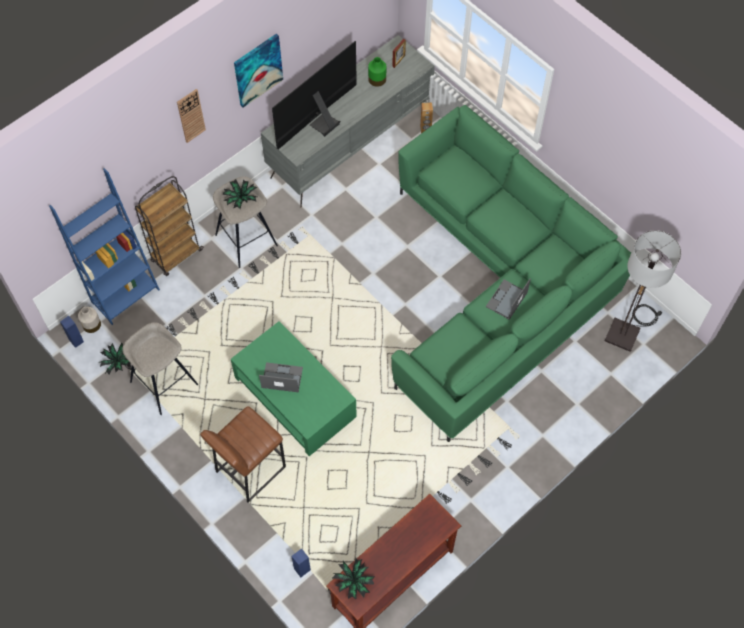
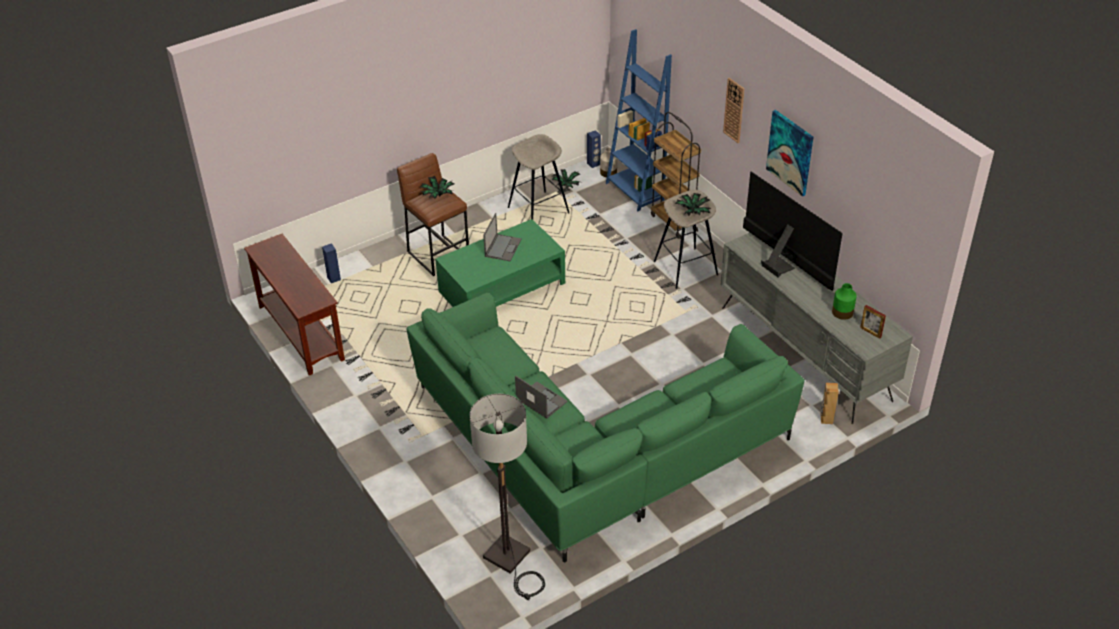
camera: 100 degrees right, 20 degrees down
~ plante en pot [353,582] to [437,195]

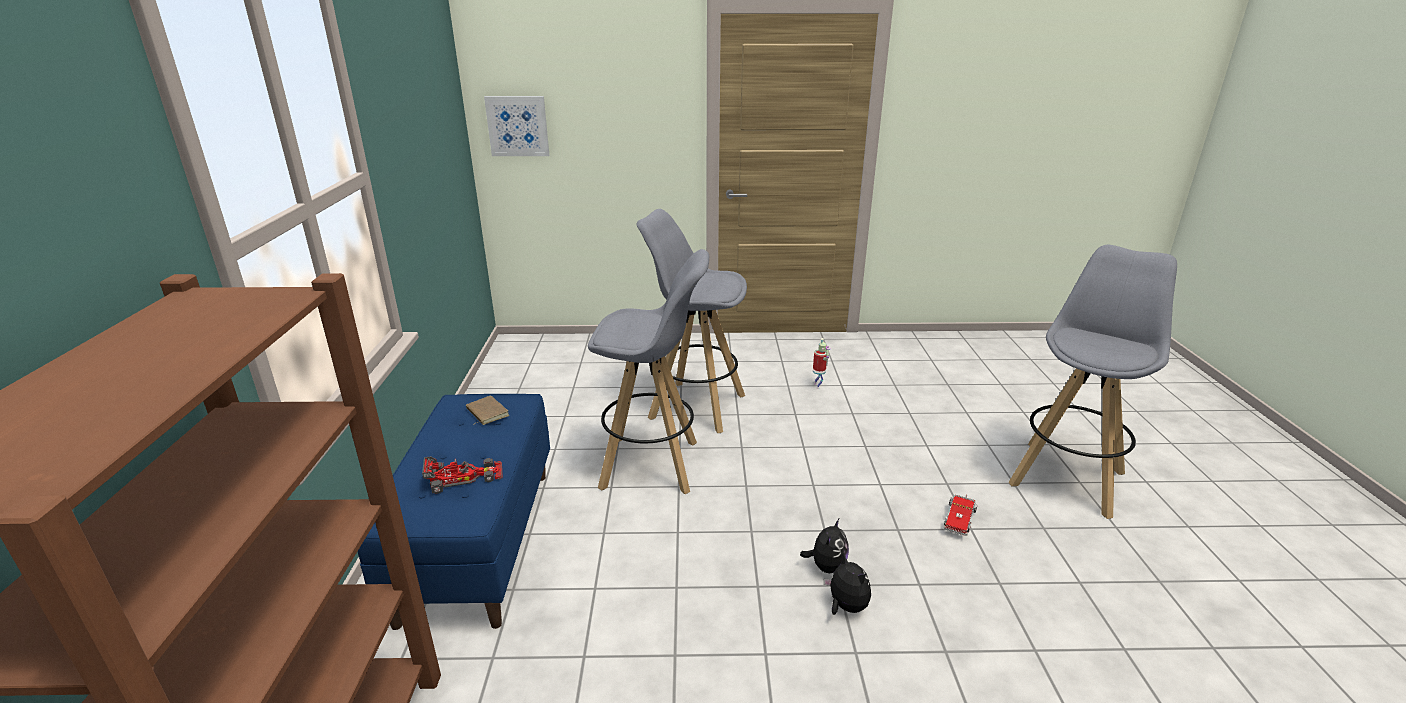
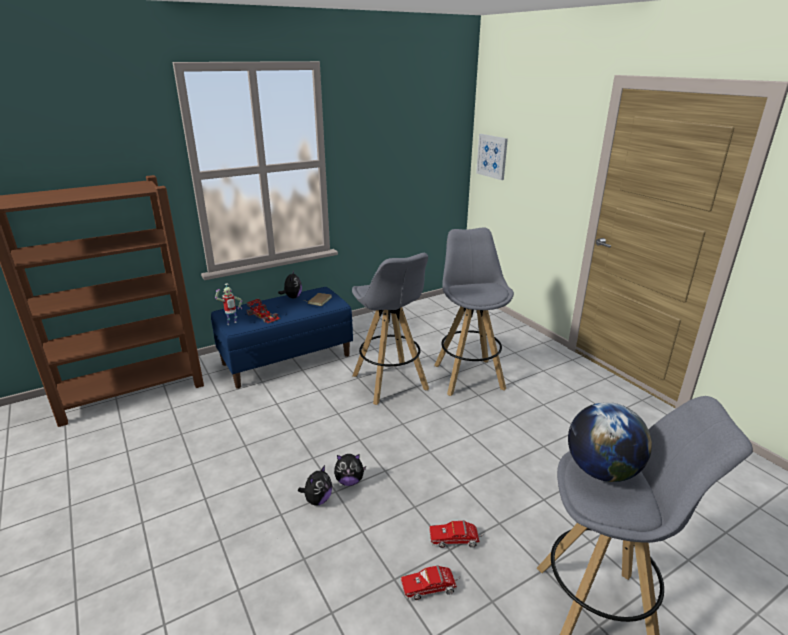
camera: 60 degrees right, 0 degrees up
~ robot jouet [818,386] to [232,324]
+ peluche [292,297]
+ camion jouet [431,587]
+ globe [601,471]

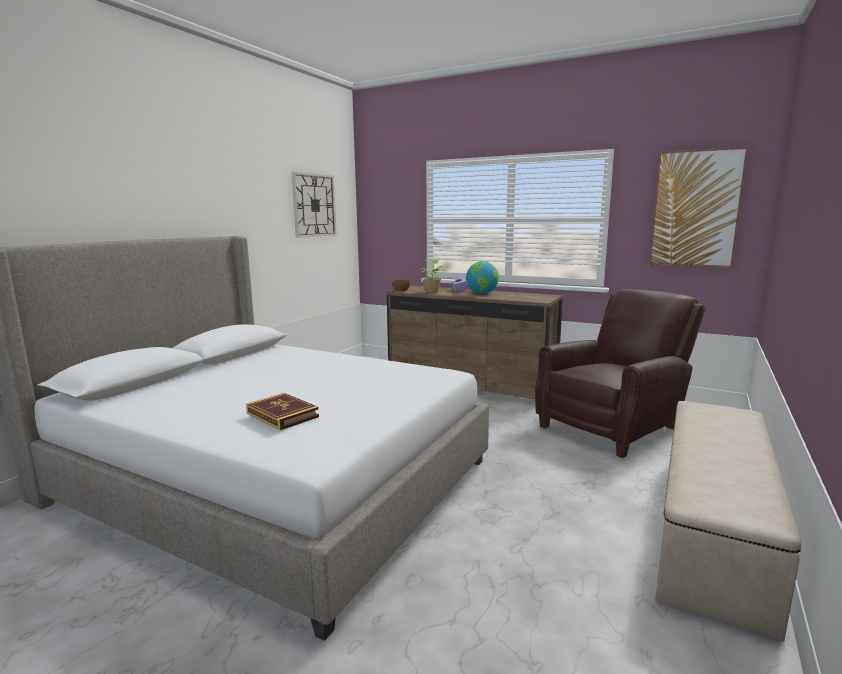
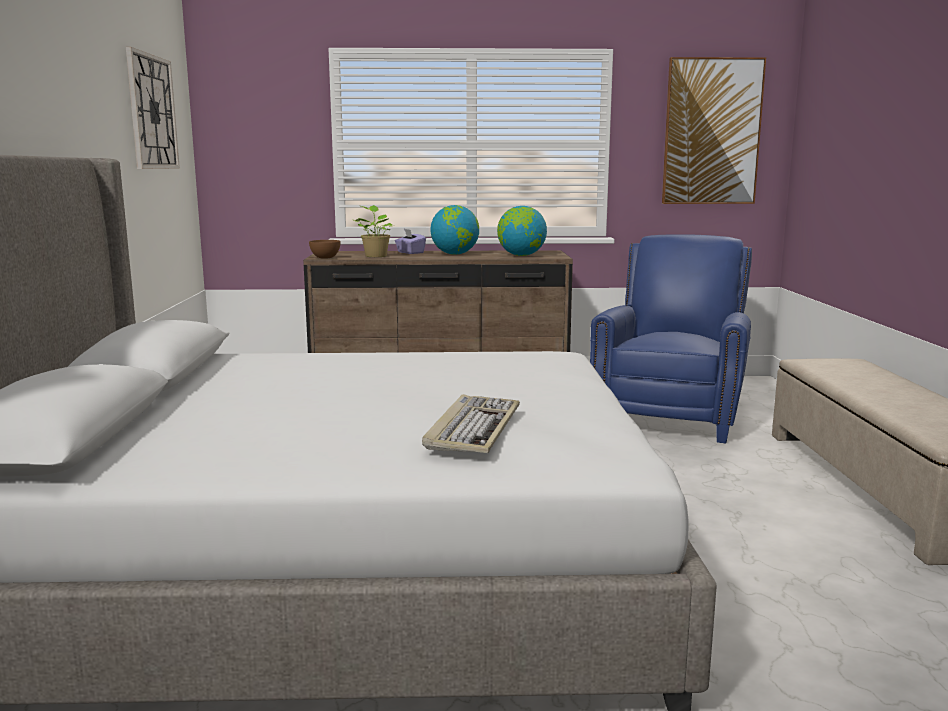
camera: 30 degrees left, 0 degrees up
~ livre [282,415] to clavier [473,428]
+ globe [521,255]
~ fauteuil [marron] [614,424] to fauteuil [bleu] [672,411]

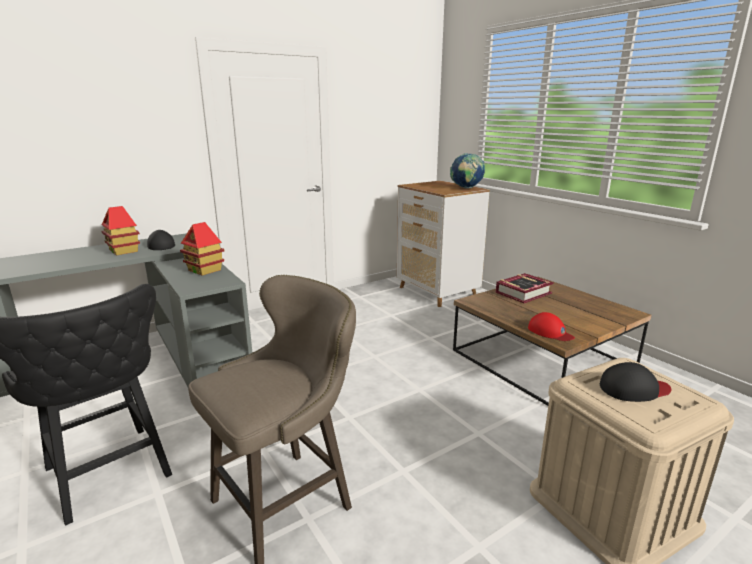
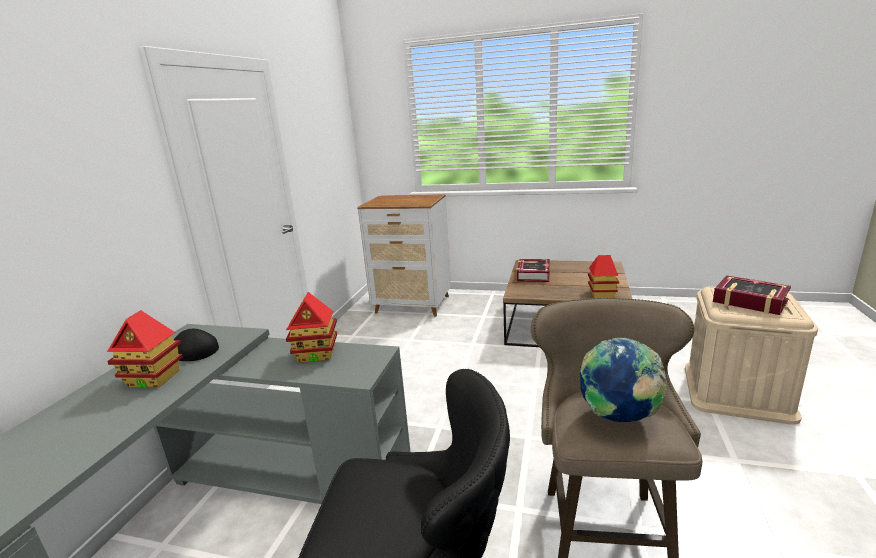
camera: 40 degrees left, 0 degrees up
~ globe [466,188] to [618,417]
~ casquette [rouge] [550,332] to maison miniature [601,294]
~ casquette [noir] [634,389] to livre [749,301]

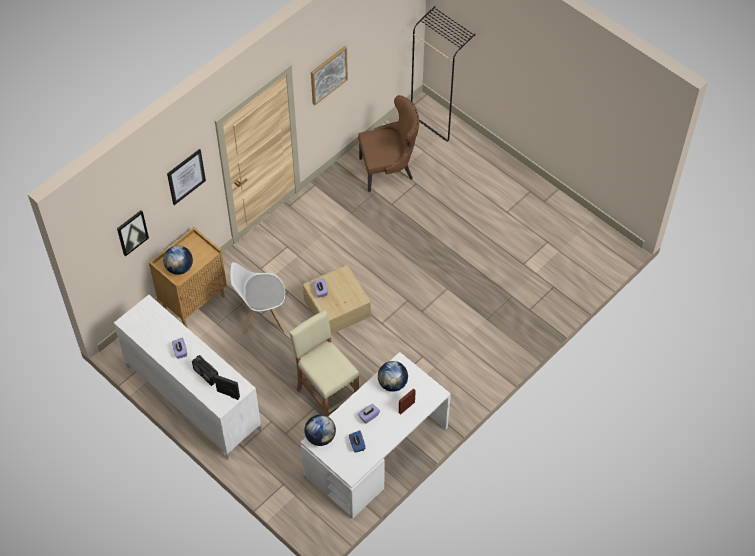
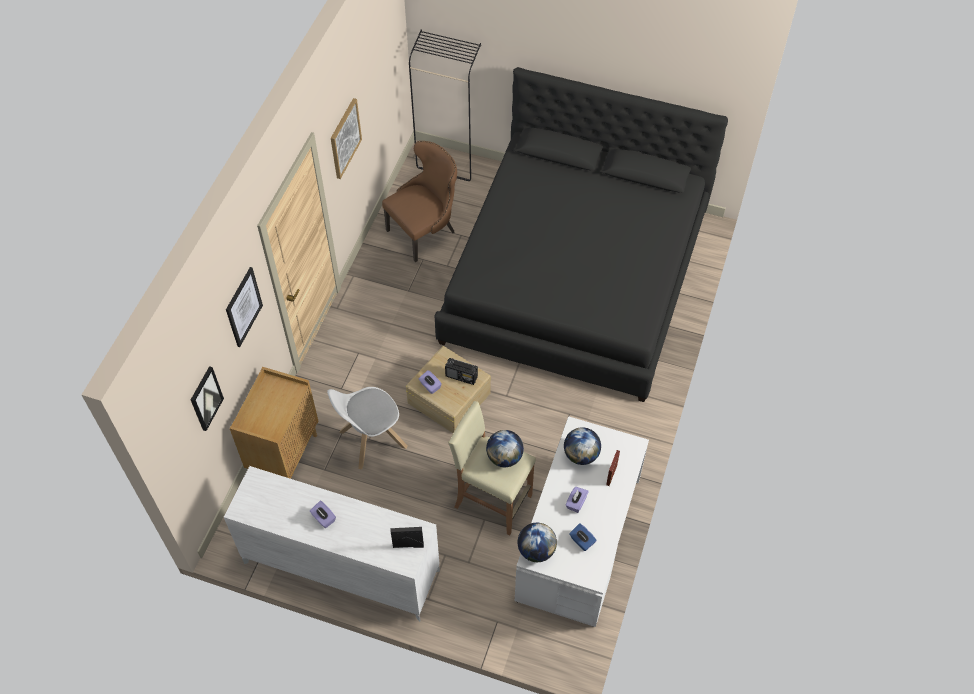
camera: 25 degrees left, 0 degrees up
+ lit [noir] [575,277]
~ radio [206,375] to [462,376]
~ globe [179,268] to [504,457]

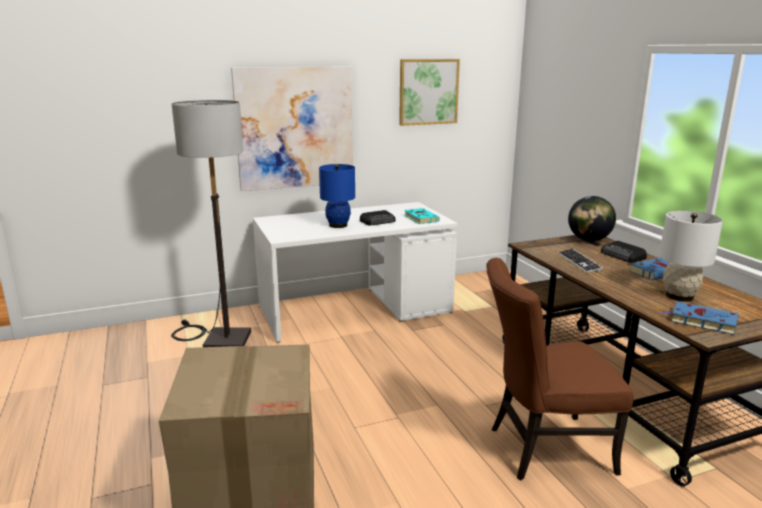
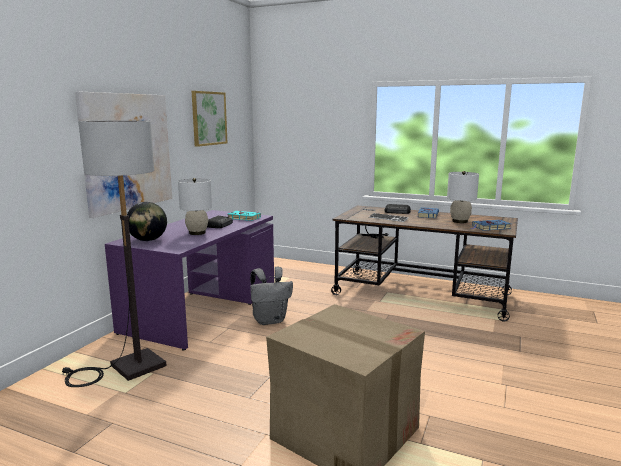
camera: 45 degrees left, 5 degrees down
~ bureau [blanc] [354,309] to bureau [violet] [202,308]
~ globe [589,240] to [148,240]
~ lampe de table [bleu] [338,225] to lampe de table [blanc] [197,233]
+ sac à dos [gris] [270,320]
- chaise [marron] [543,449]

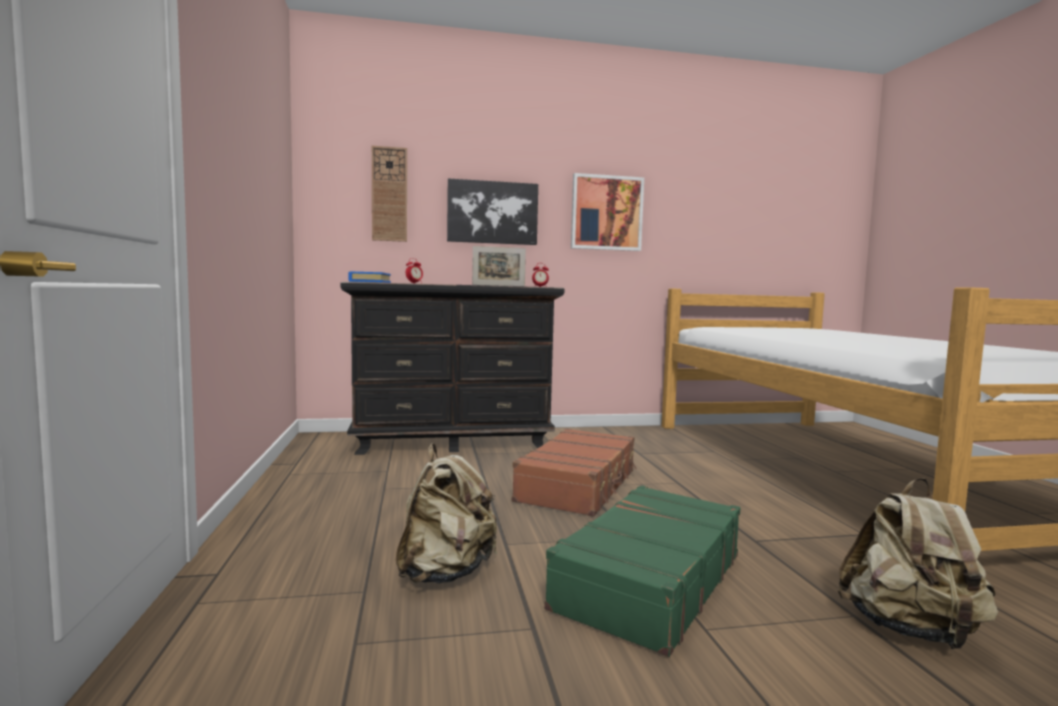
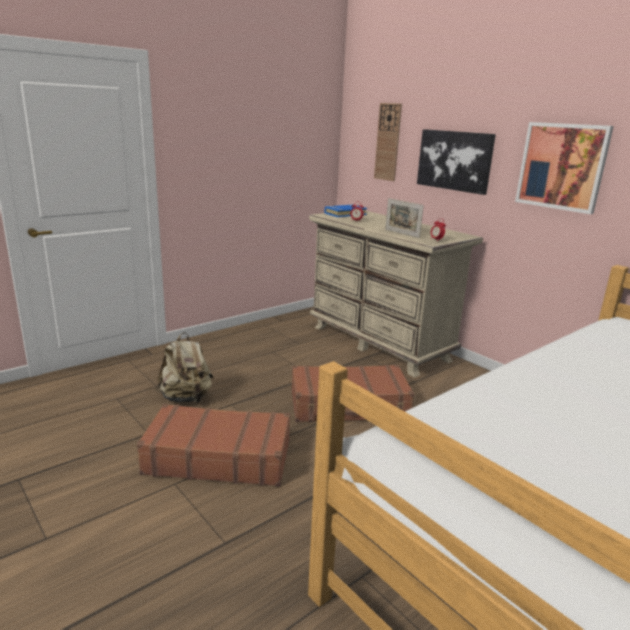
camera: 60 degrees right, 15 degrees up
~ valise [vert] [648,581] to valise [marron] [218,457]
~ commode [noir] [452,441] to commode [beige] [379,343]
- sac à dos [beige] [910,630]

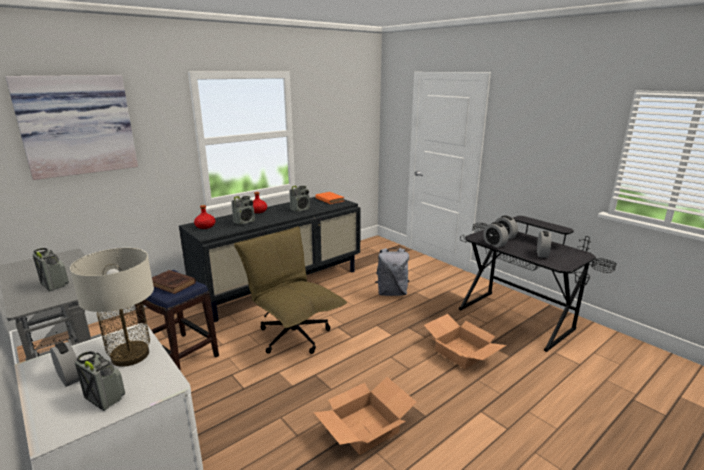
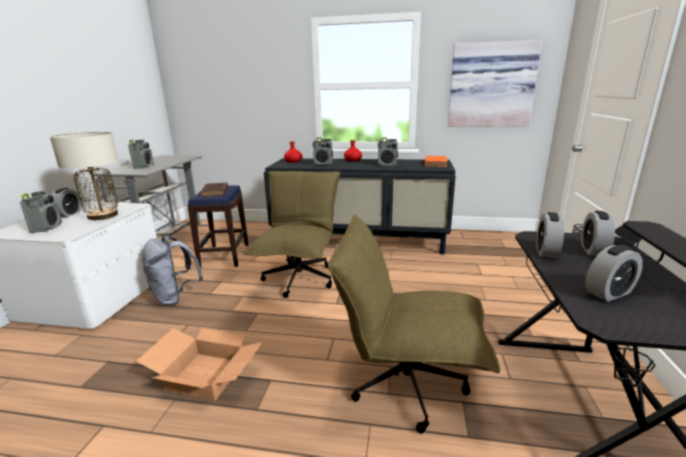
camera: 50 degrees right, 0 degrees up
~ sac à dos [gris] [392,293] to [175,297]
~ carton [460,352] to chaise de bureau [beige] [409,384]
~ tableau [77,125] to [491,85]

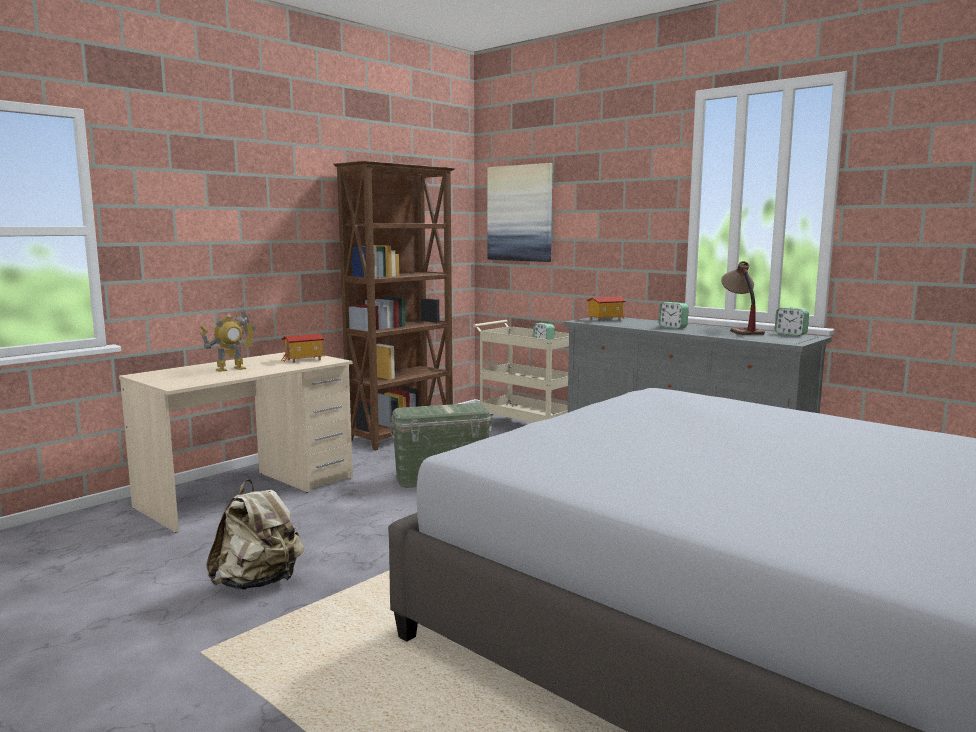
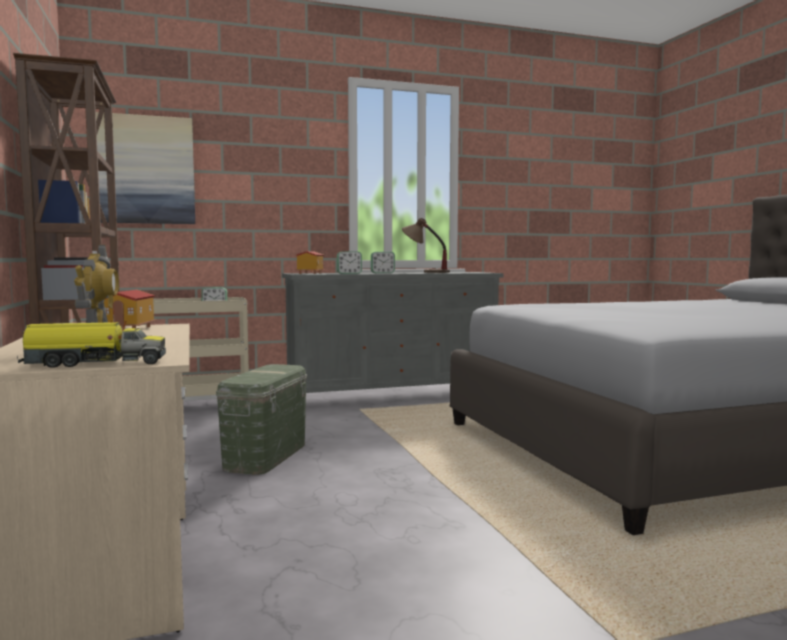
camera: 60 degrees left, 5 degrees down
+ camion jouet [94,363]
~ réveil [790,334] to [349,273]
- sac à dos [beige] [258,583]

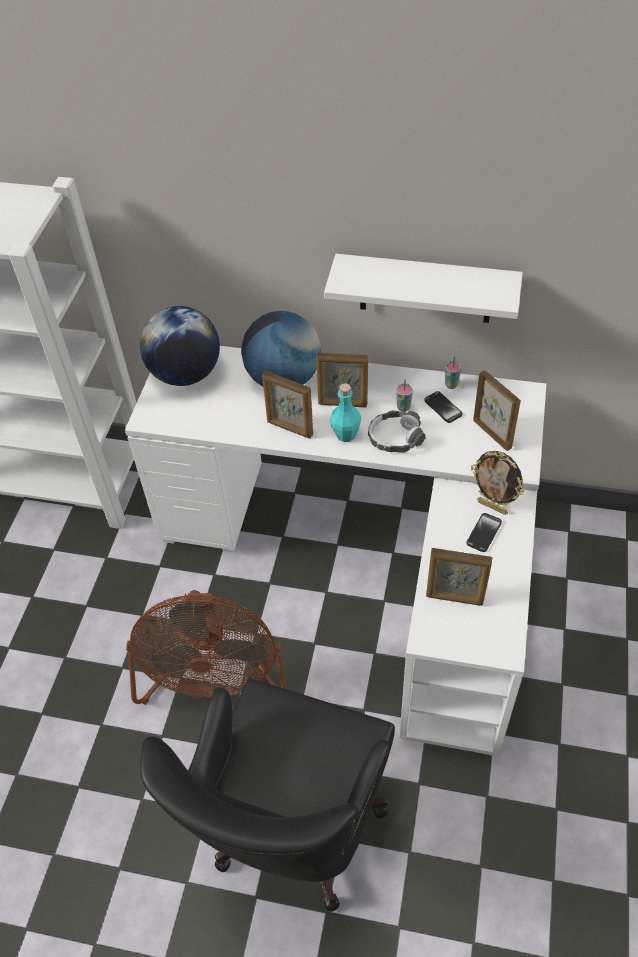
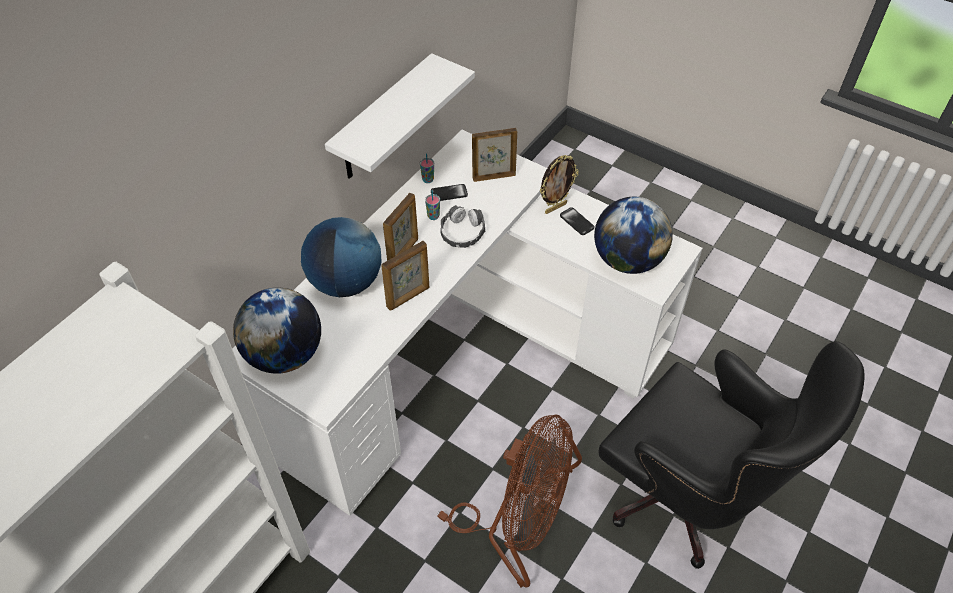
camera: 70 degrees left, 0 degrees up
~ cadre photo [454,598] to globe [627,260]
- bouteille [turquoise] [345,435]

